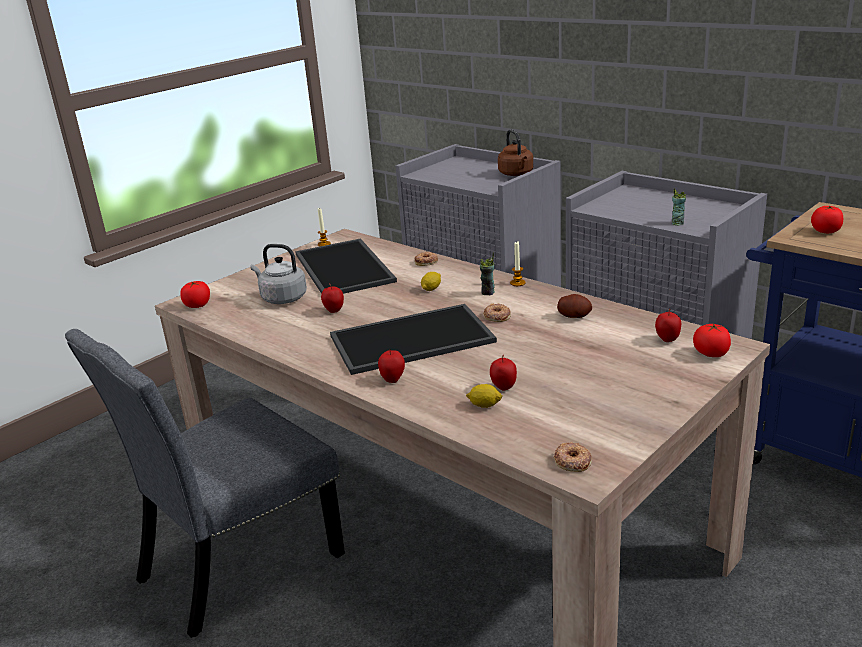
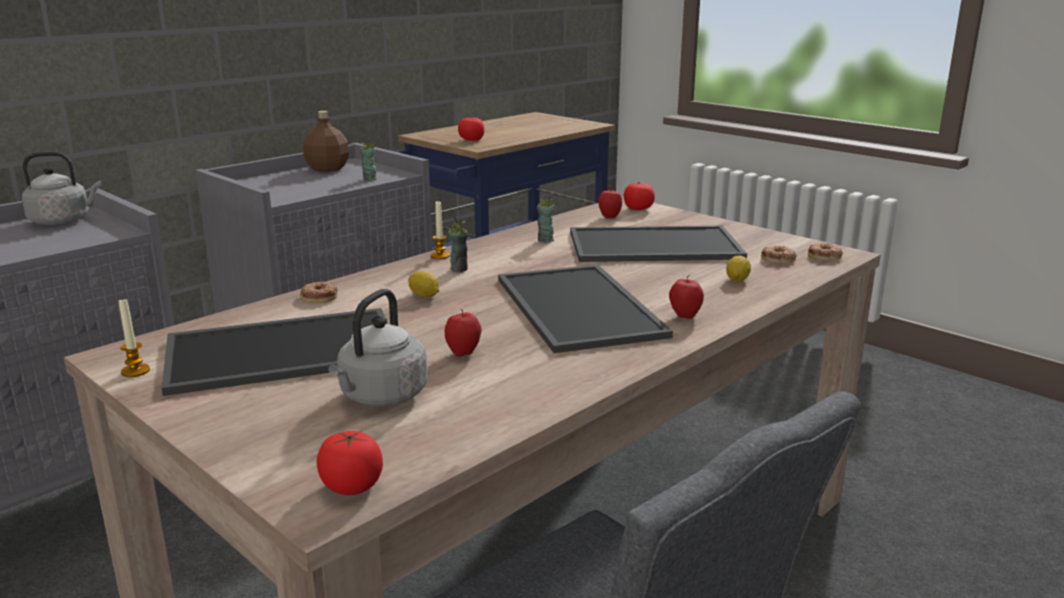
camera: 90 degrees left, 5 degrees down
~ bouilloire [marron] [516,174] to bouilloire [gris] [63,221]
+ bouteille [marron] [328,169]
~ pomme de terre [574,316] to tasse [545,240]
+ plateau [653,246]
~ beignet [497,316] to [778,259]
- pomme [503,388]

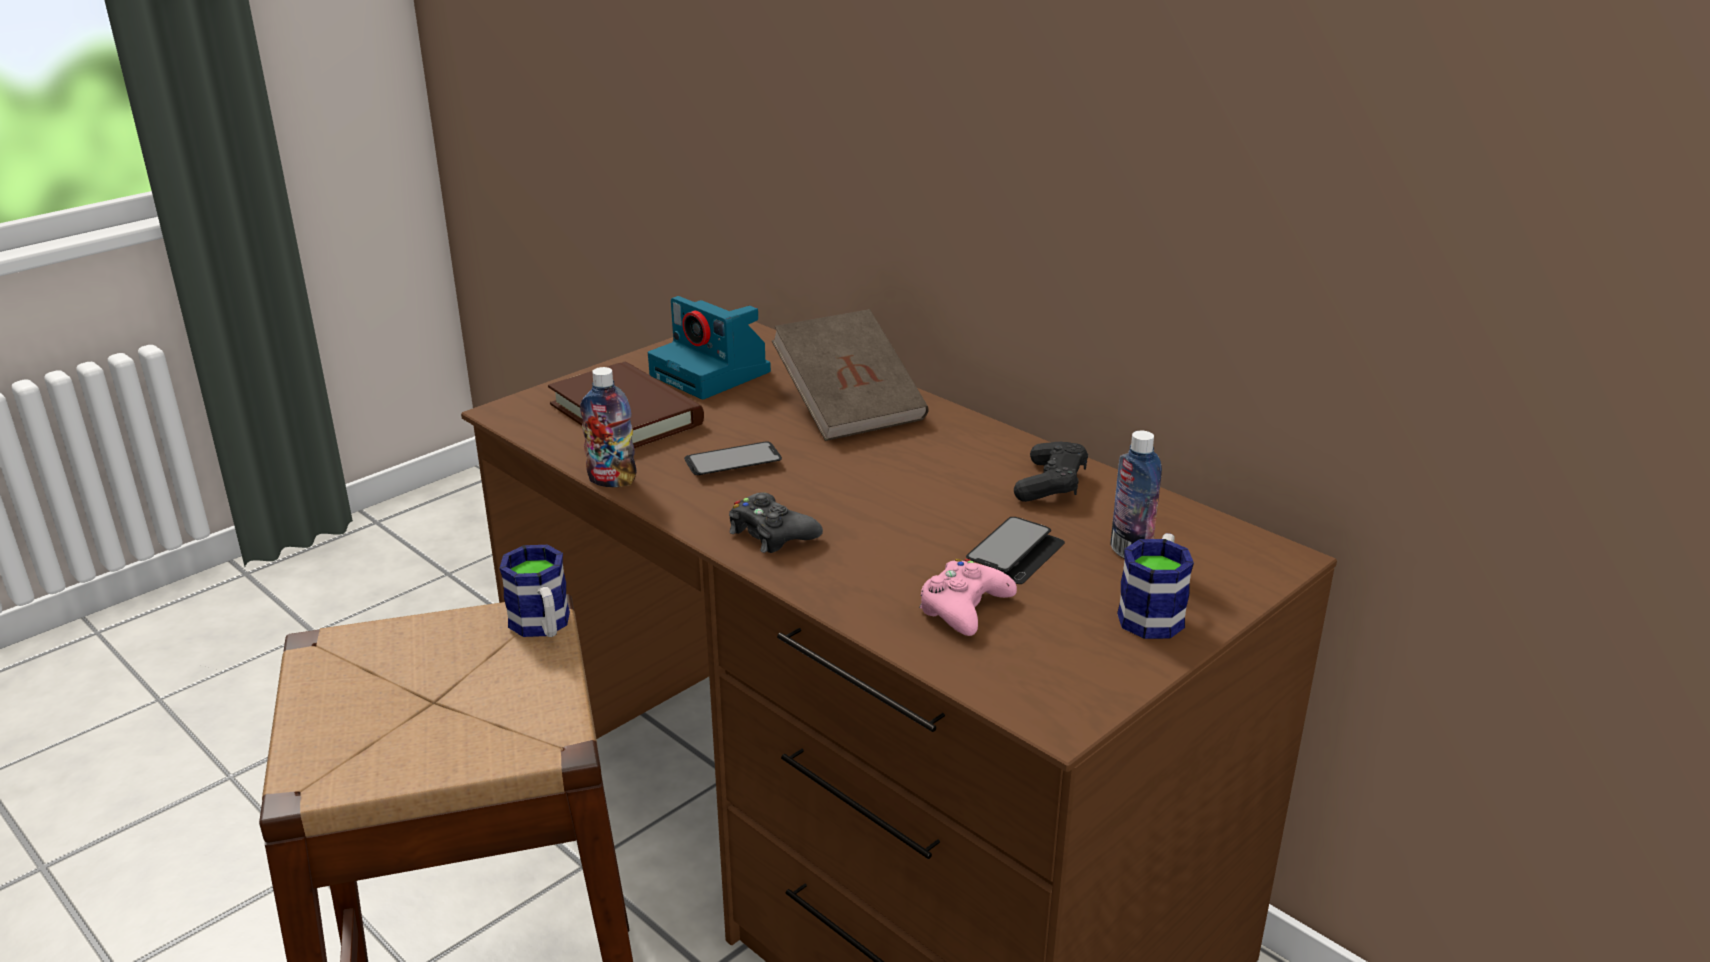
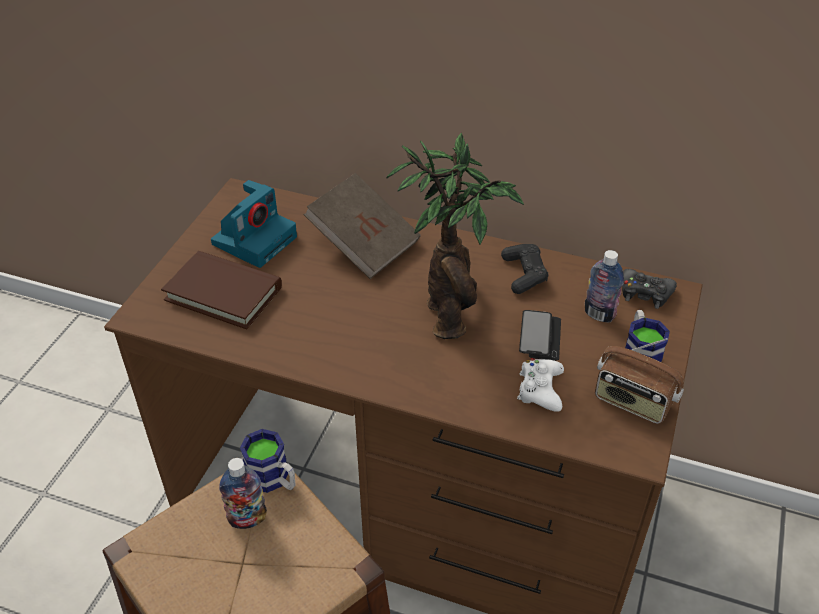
camera: 25 degrees left, 15 degrees up
~ appareil photo [713,374] = [255,239] 75 degrees counterclockwise
~ bouteille [612,480] to [247,519]
+ plante en pot [449,312]
~ manette [rose] [964,608] to manette [blanc] [540,389]
+ radio [632,402]
~ manette [noir] [771,533] to [645,293]
- téléphone [732,462]

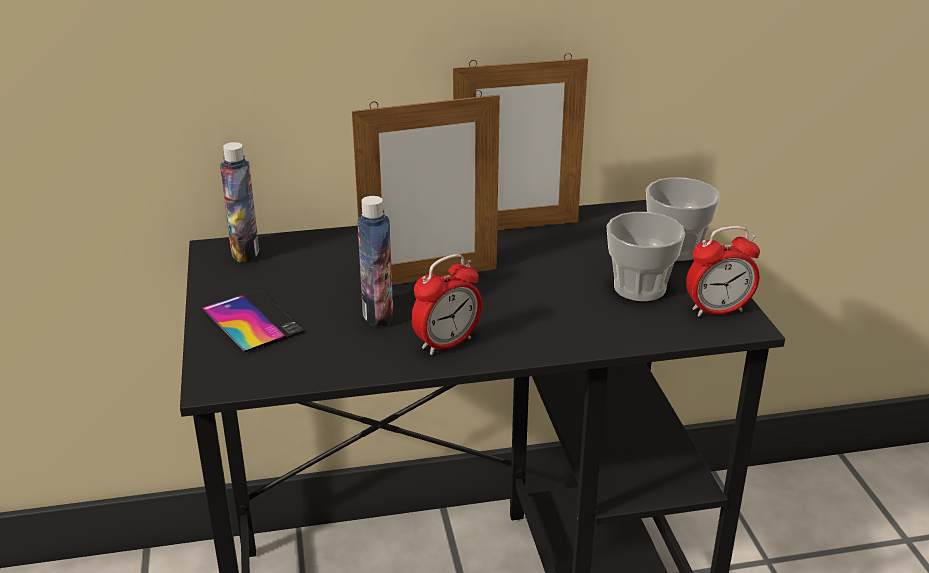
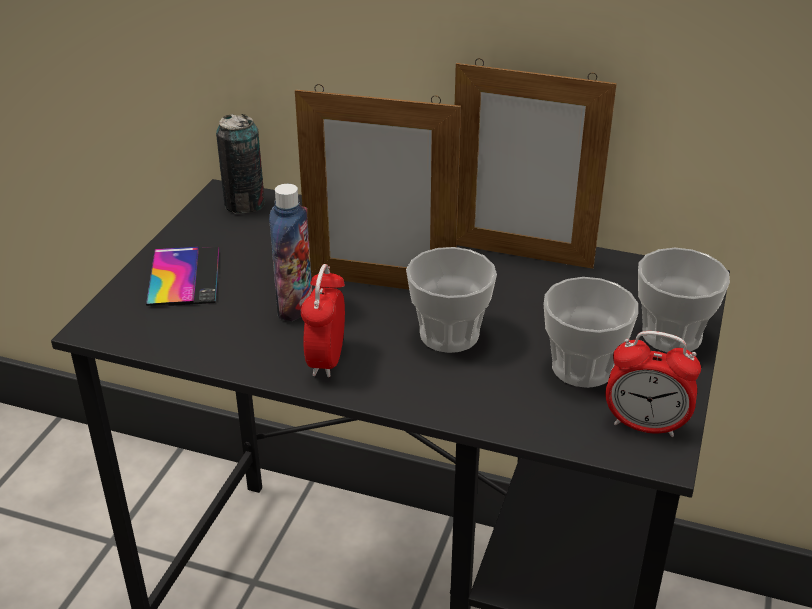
camera: 30 degrees right, 5 degrees up
~ bouteille [245,252] to boîte métallique [244,204]
~ réveil [447,343] = [326,360] 105 degrees clockwise
+ tasse [449,334]

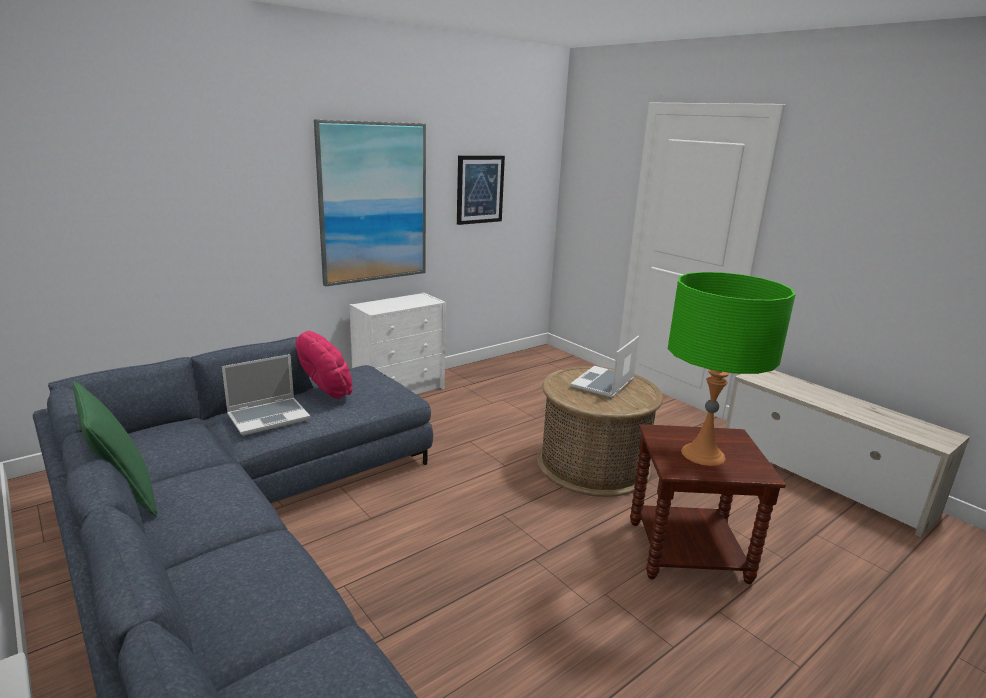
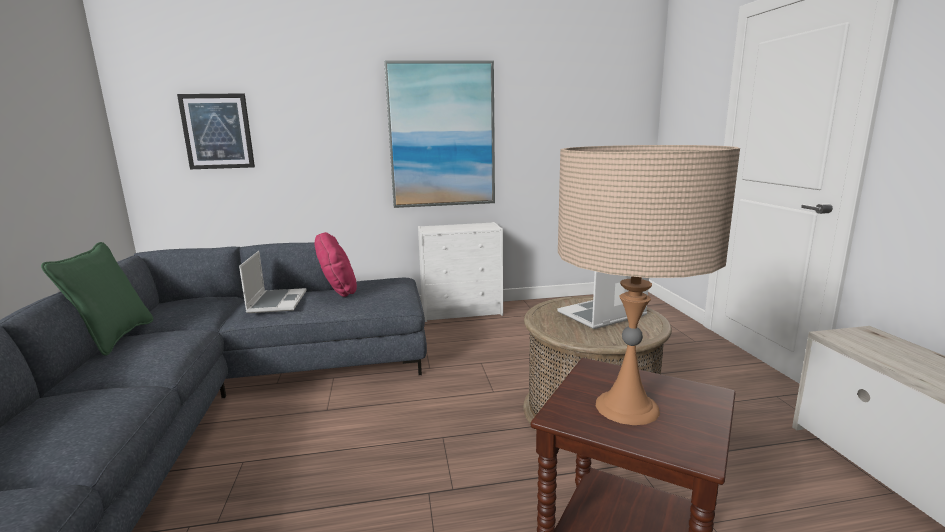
camera: 30 degrees right, 5 degrees down
~ tableau [479,189] to [217,131]
~ ordinateur portable [269,417] = [277,302] 90 degrees counterclockwise
~ lampe de table [vert] [703,454] to lampe de table [beige] [626,407]

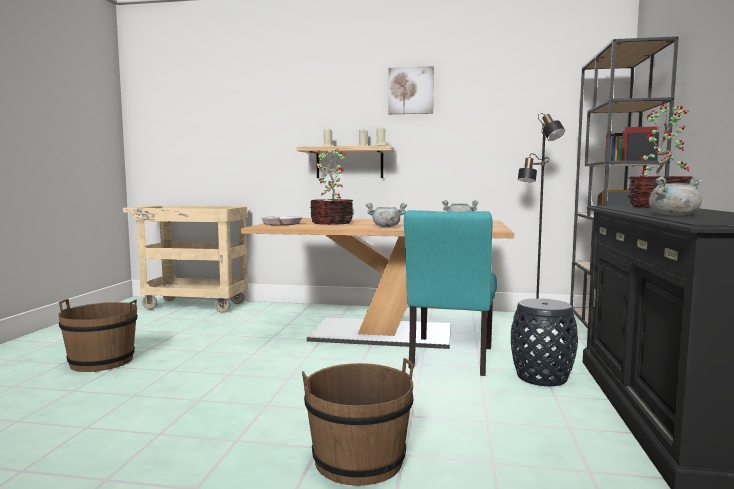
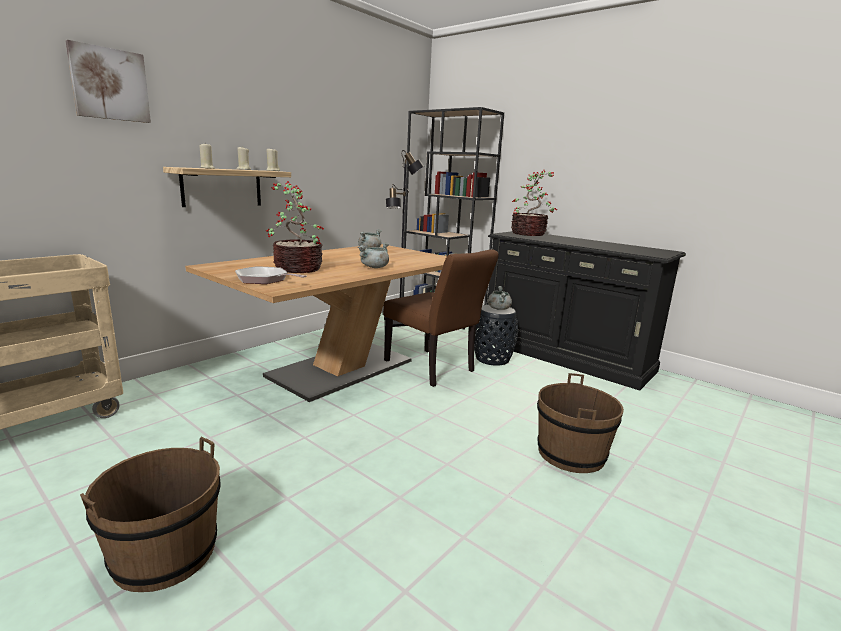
camera: 60 degrees left, 10 degrees up
~ tableau [411,91] to [109,84]
~ chaise [turquoise] [449,360] to chaise [marron] [434,369]
~ marmite [gris] [673,215] to [498,308]

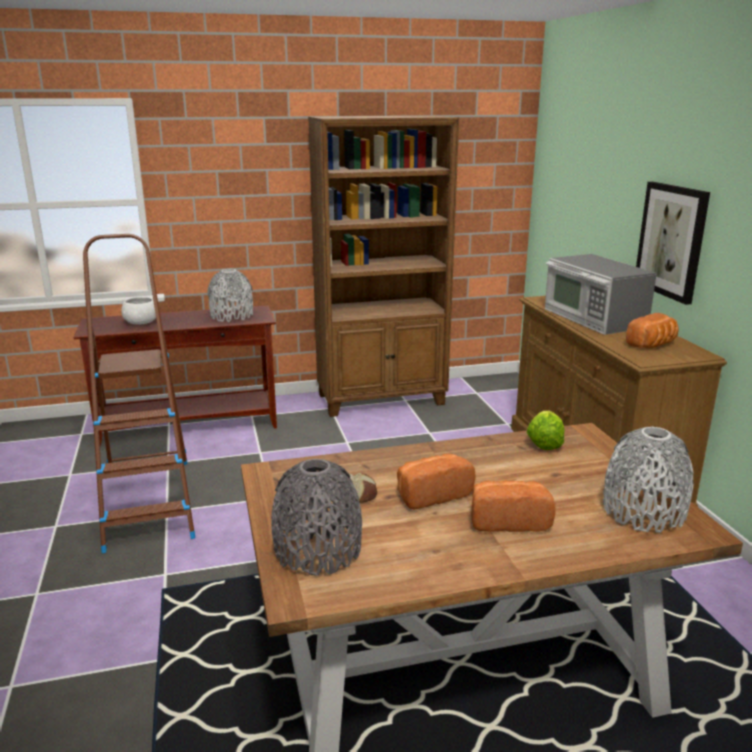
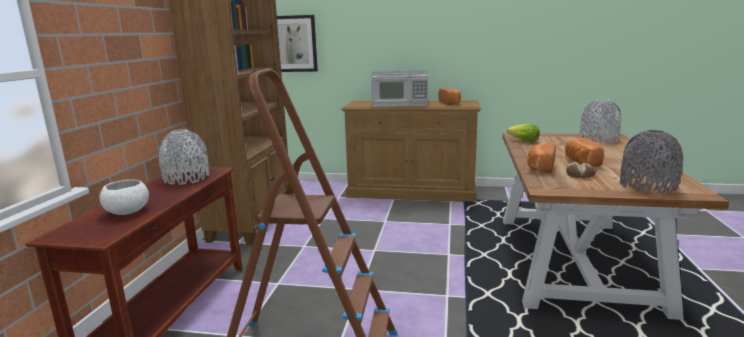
camera: 65 degrees left, 5 degrees down
~ tableau [671,241] to [294,44]
~ pain [508,520] to [540,168]

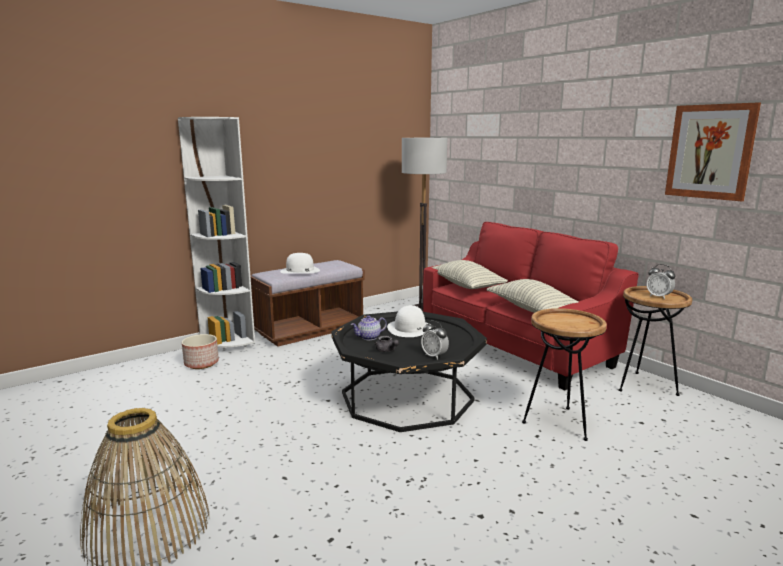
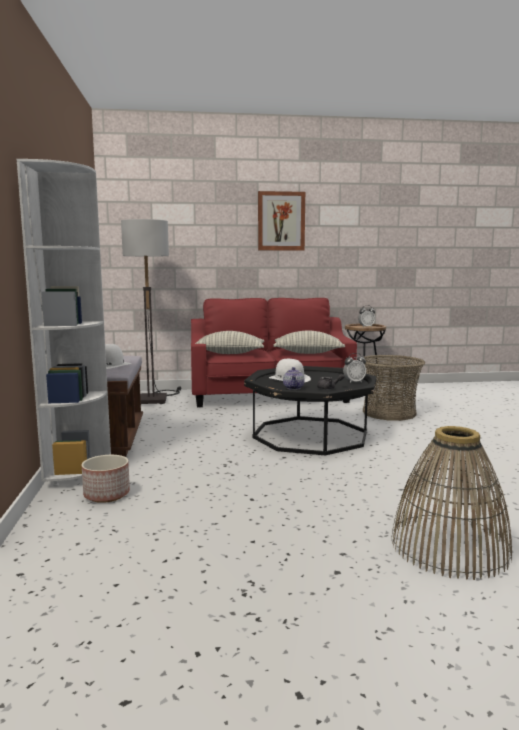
camera: 60 degrees left, 5 degrees down
~ tableau [710,152] to [281,221]
~ table d'appoint [marron] [558,423] to panier [389,413]

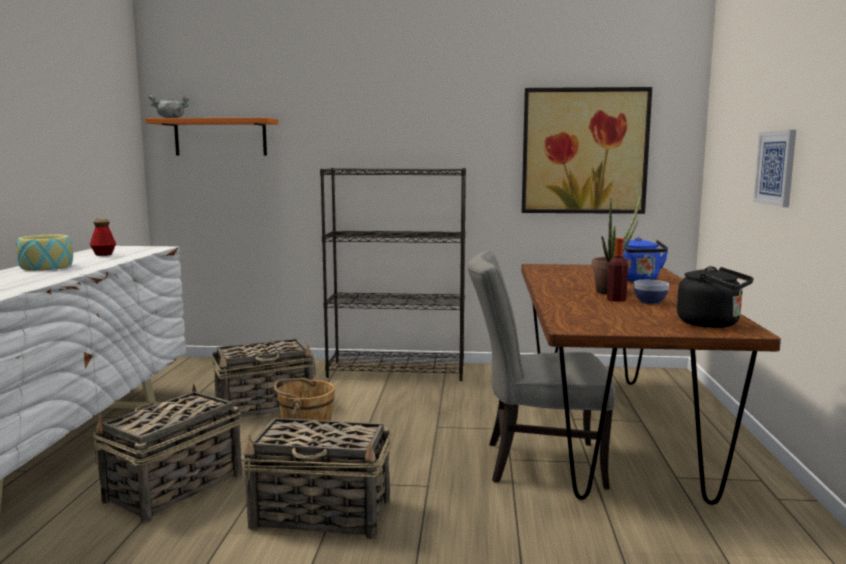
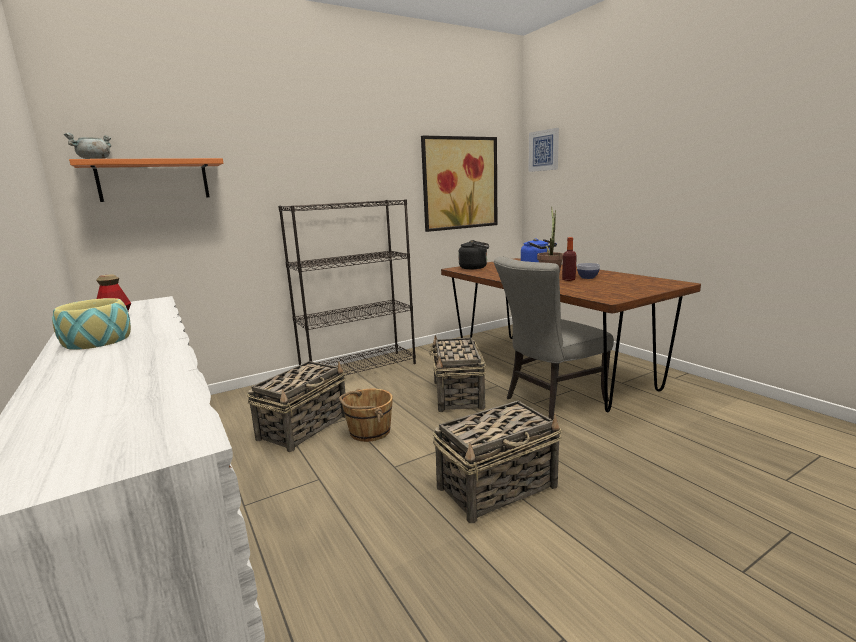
camera: 35 degrees left, 5 degrees up
~ panier [173,488] to [458,395]
~ bouilloire [noir] [712,324] to [475,268]
~ tableau [776,168] to [544,150]

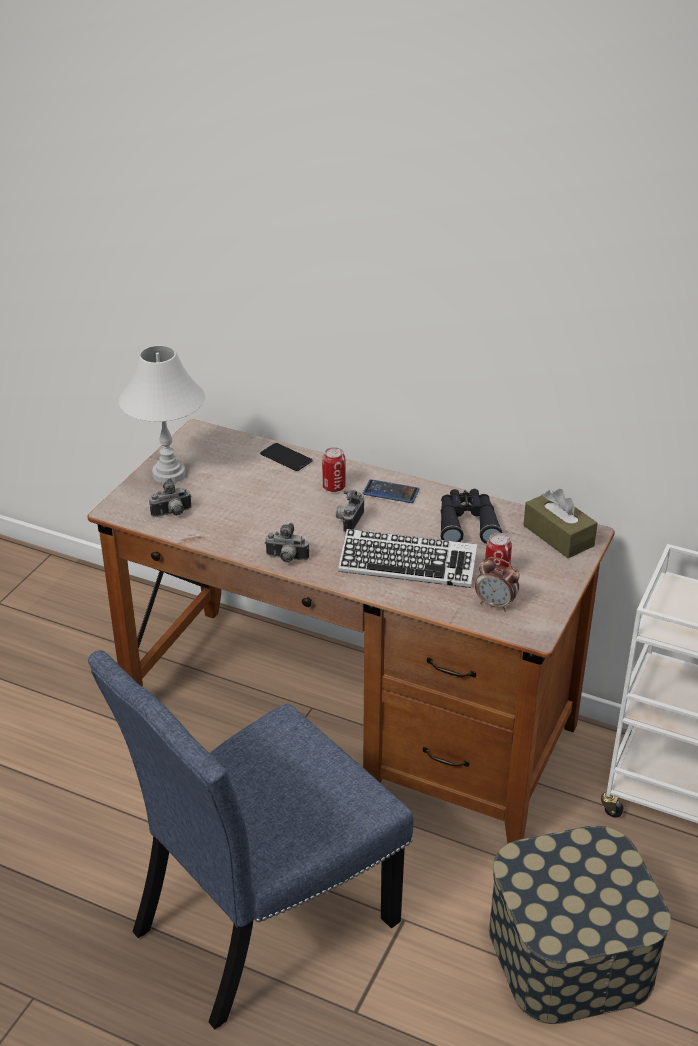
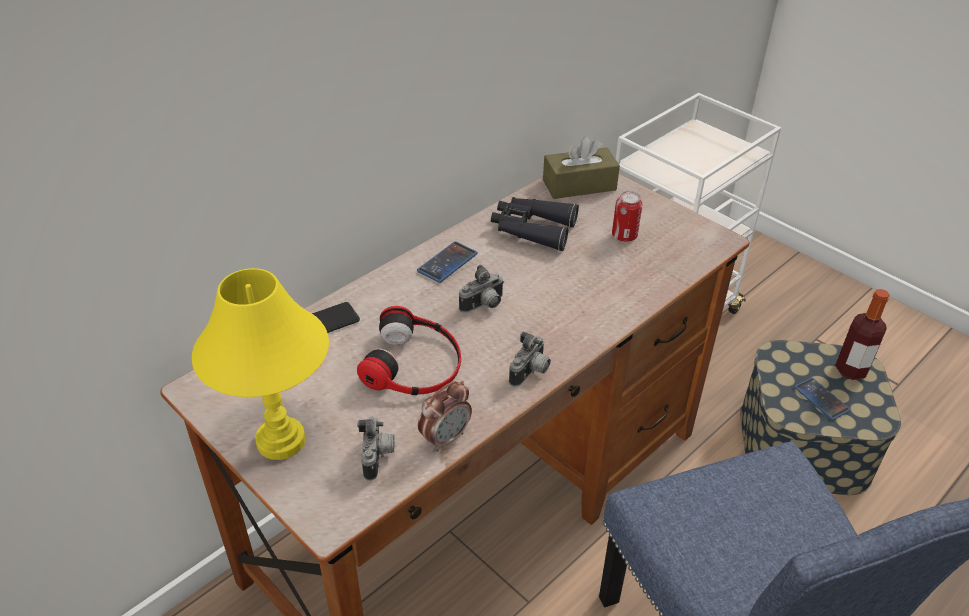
camera: 70 degrees left, 5 degrees up
~ lampe de table [blanc] [169,474] to lampe de table [jaune] [282,441]
+ casque audio [414,363]
~ réveil [495,604] to [445,438]
~ appareil photo [349,521] = [484,306] 75 degrees counterclockwise
+ téléphone [821,399]
+ bouteille [851,370]
- boîte métallique [334,487]
- clavier [407,565]

